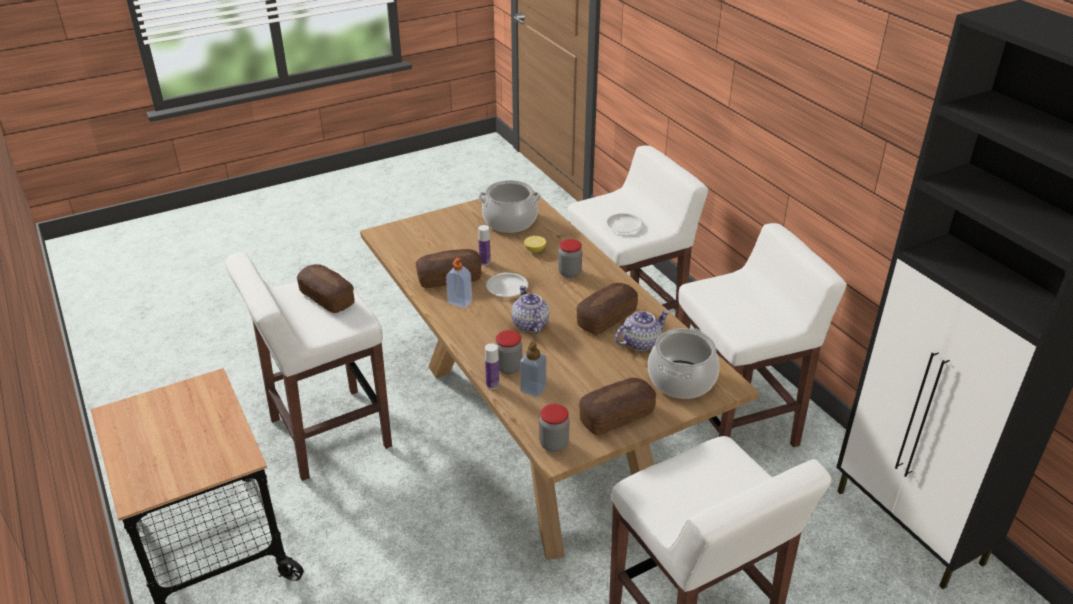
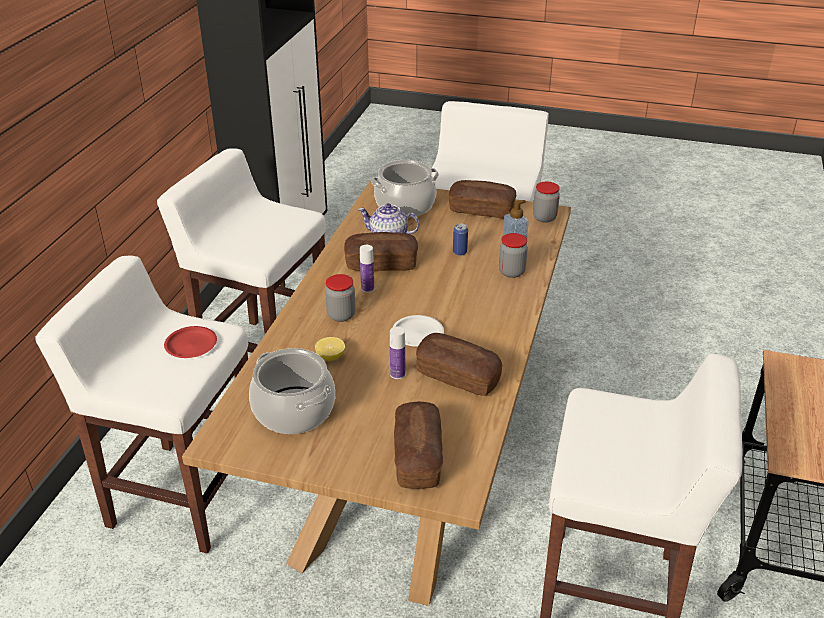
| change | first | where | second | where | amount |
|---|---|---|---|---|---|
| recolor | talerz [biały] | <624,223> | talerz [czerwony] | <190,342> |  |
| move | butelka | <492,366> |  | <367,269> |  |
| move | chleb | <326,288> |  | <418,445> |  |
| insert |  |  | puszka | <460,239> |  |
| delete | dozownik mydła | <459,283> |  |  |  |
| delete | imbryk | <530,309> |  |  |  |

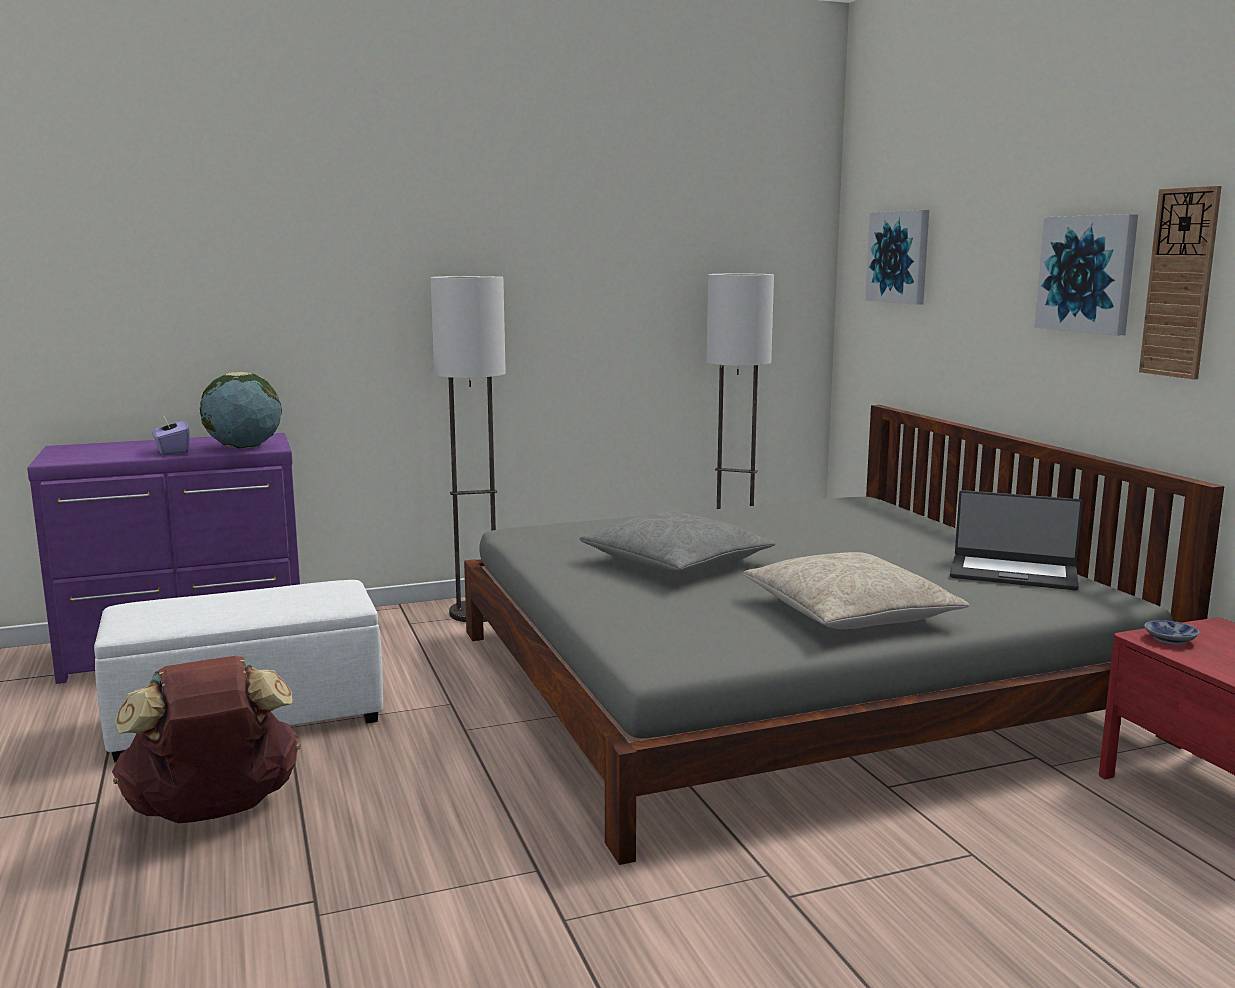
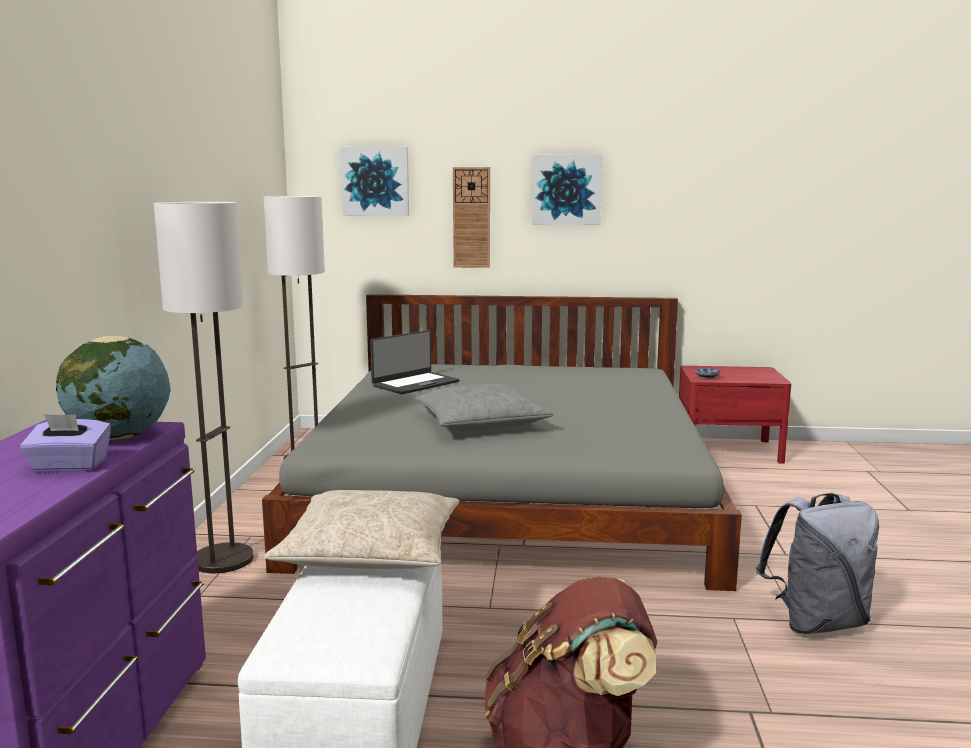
| change | first | where | second | where | amount |
|---|---|---|---|---|---|
| move | poduszka [beżowy] | <856,590> |  | <362,529> |  |
| move | laptop | <1016,540> |  | <415,362> |  |
| move | zegar ścienny | <1180,282> |  | <471,217> |  |
| insert |  |  | plecak [szary] | <817,563> |  |

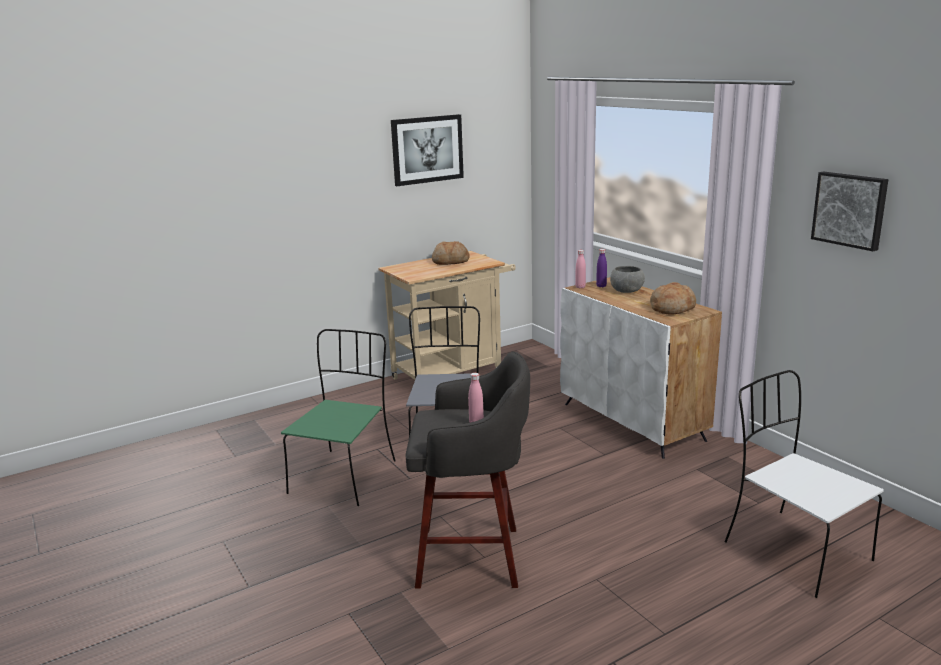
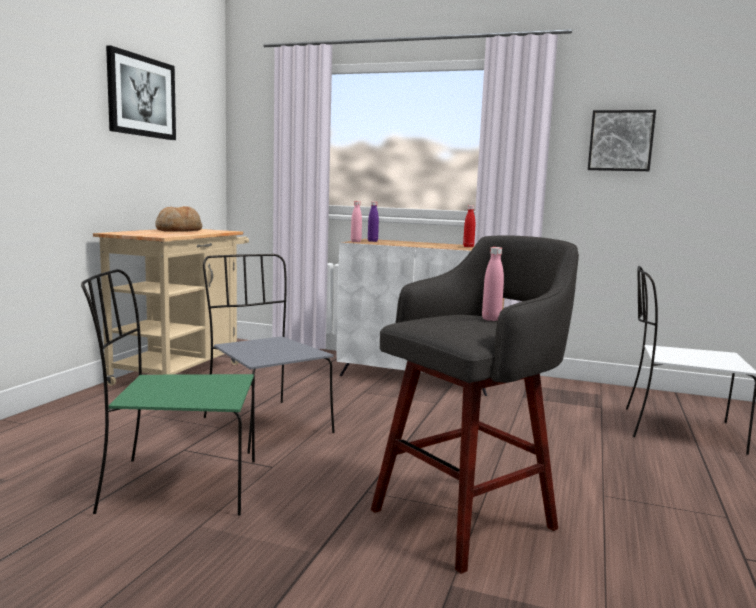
| change | first | where | second | where | amount |
|---|---|---|---|---|---|
| rotate | krzesło [zielony] | <338,417> |  | <168,392> | 75 degrees counterclockwise |
| replace | chleb | <673,298> | butelka [czerwony] | <469,226> |  |
| delete | miska [szary] | <627,279> |  |  |  |

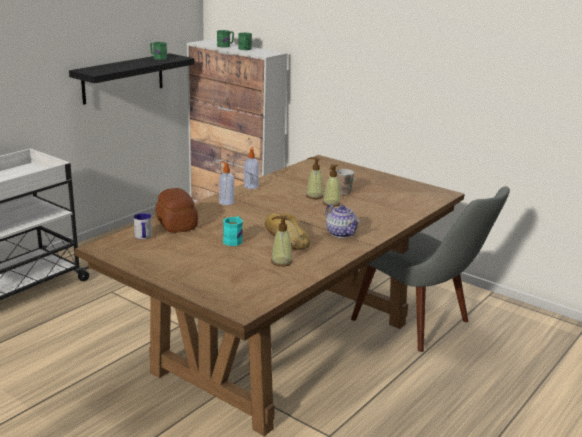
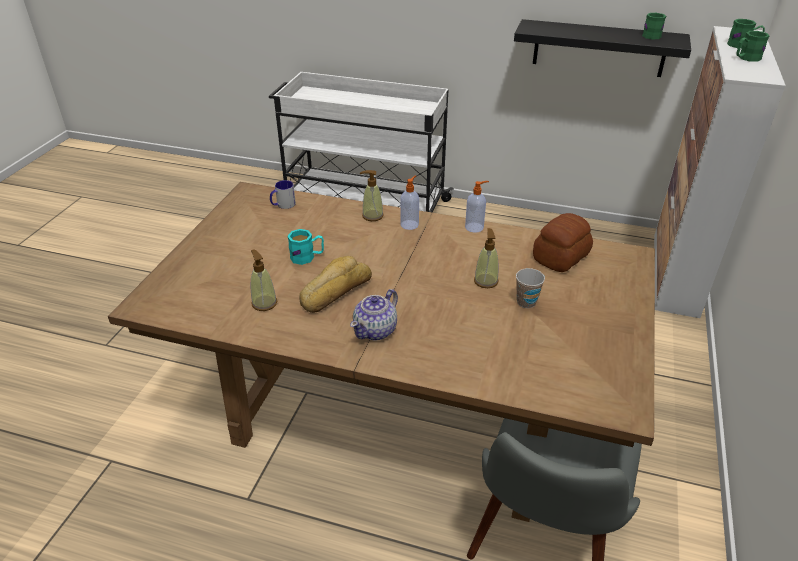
| change | first | where | second | where | amount |
|---|---|---|---|---|---|
| move | dozownik mydła | <331,185> |  | <372,195> |  |
| move | chleb | <176,210> |  | <563,242> |  |

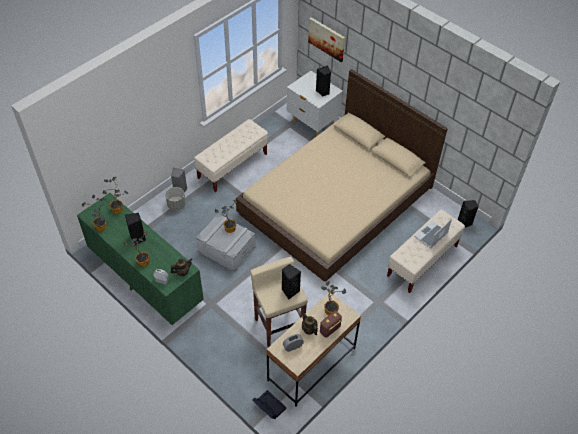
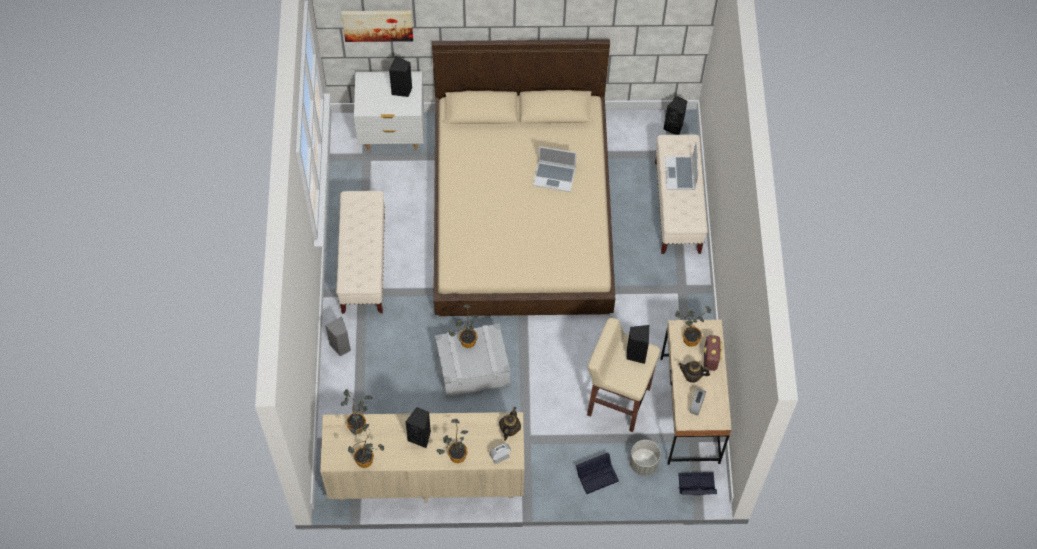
| change | first | where | second | where | amount |
|---|---|---|---|---|---|
| recolor | komoda [zielony] | <140,259> | komoda [beżowy] | <422,457> |  |
| insert |  |  | laptop | <555,169> |  |
| insert |  |  | pojemnik do przechowywania [czarny] | <597,473> |  |
| move | donica [szary] | <175,199> |  | <645,457> |  |

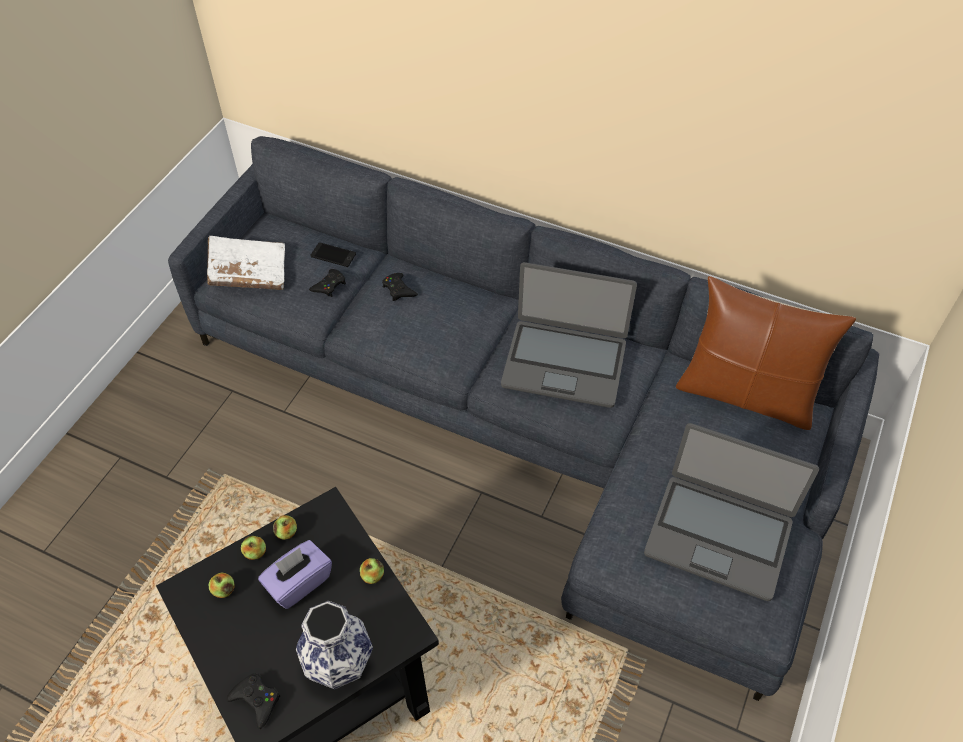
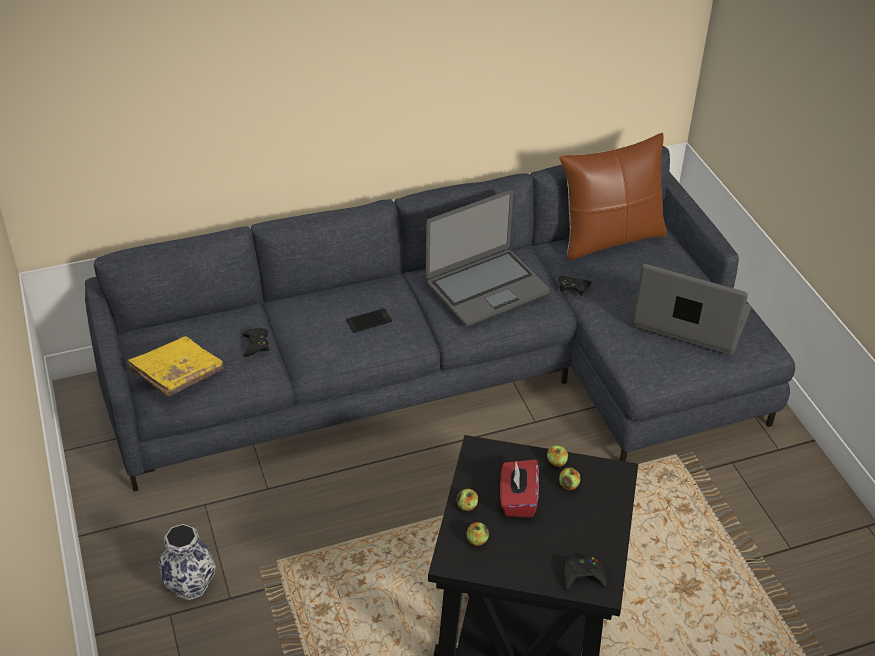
| change | first | where | second | where | amount |
|---|---|---|---|---|---|
| recolor | książka [biały] | <246,263> | książka [żółty] | <175,366> |  |
| move | wazon | <334,645> |  | <187,562> |  |
| move | telefon | <333,254> |  | <369,320> |  |
| recolor | pudełko chusteczek [fioletowy] | <295,574> | pudełko chusteczek [czerwony] | <519,488> |  |
| move | pad do gier [czarny] | <400,287> |  | <575,286> |  |
| move | jabłko | <285,527> |  | <569,479> |  |
| rotate | laptop | <731,512> |  | <692,309> | 135 degrees counterclockwise |

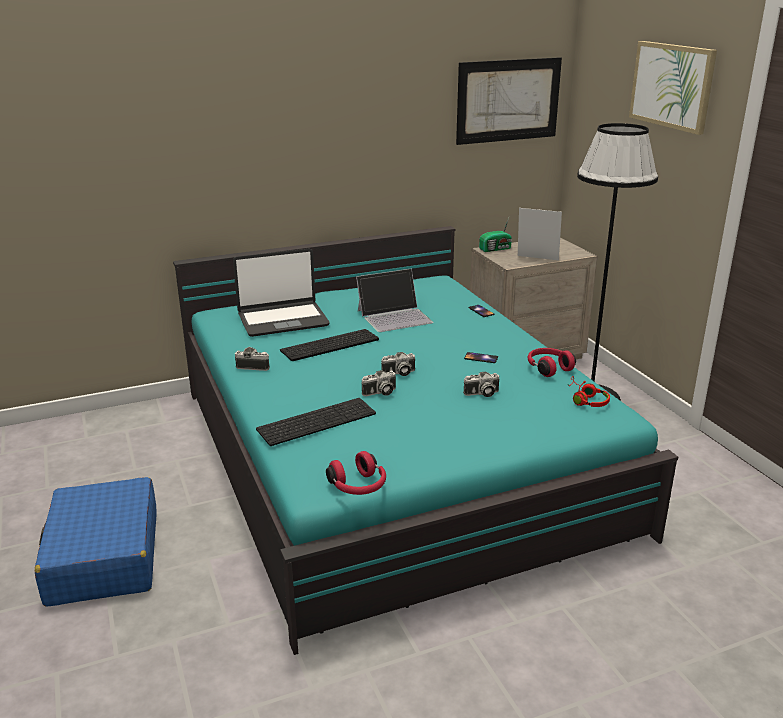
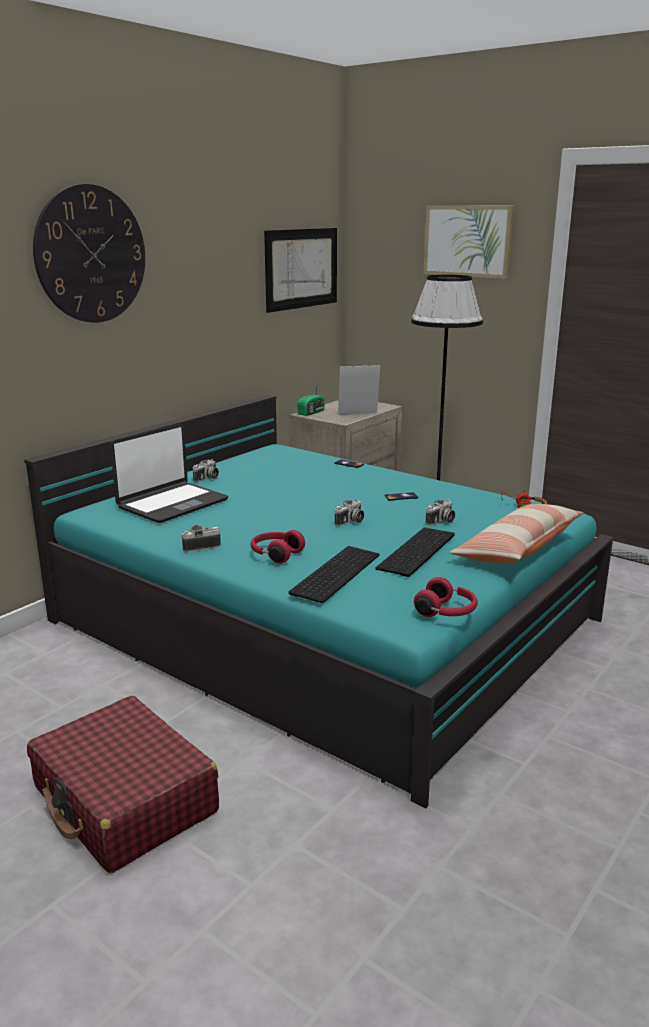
| change | first | where | second | where | amount |
|---|---|---|---|---|---|
| recolor | walizka [niebieski] | <96,542> | walizka [czerwony] | <123,784> |  |
| insert |  |  | zegar ścienny | <89,253> |  |
| move | aparat fotograficzny | <378,383> |  | <206,470> |  |
| move | słuchawki [czerwony] | <551,362> |  | <278,546> |  |
| move | klawiatura | <329,345> |  | <415,552> |  |
| insert |  |  | poduszka | <516,534> |  |
| delete | laptop | <394,300> |  |  |  |

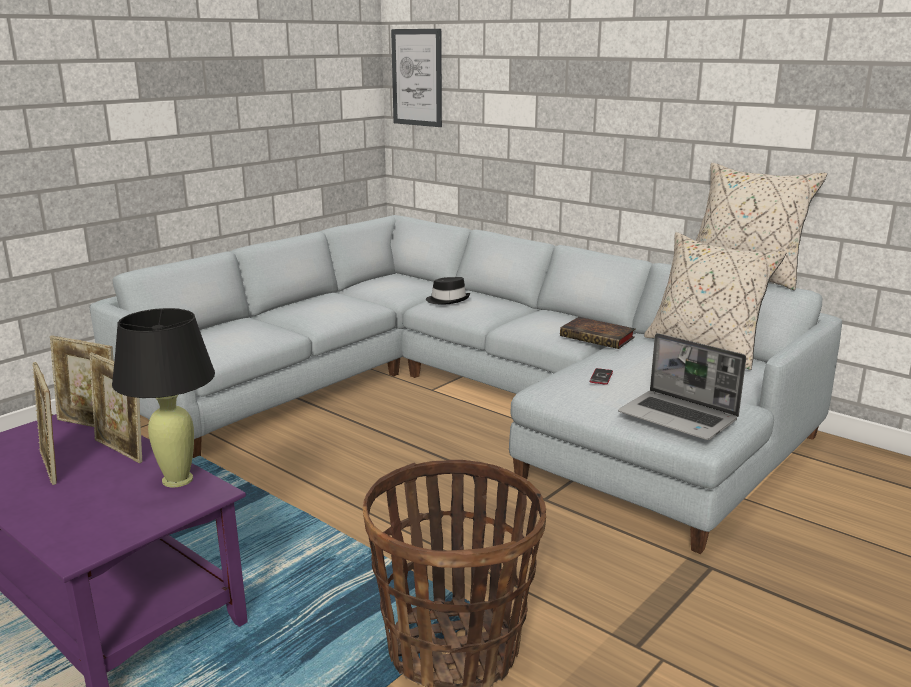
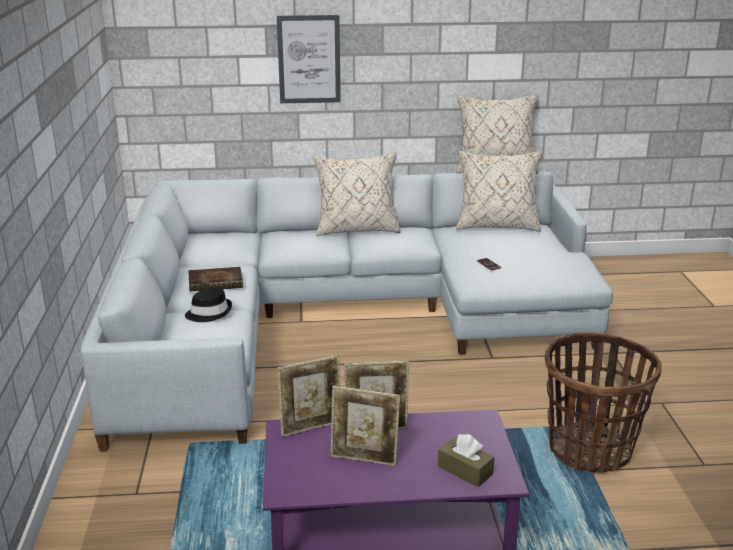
| change | first | where | second | where | amount |
|---|---|---|---|---|---|
| move | kapelusz [czarny] | <448,290> |  | <208,304> |  |
| move | książka | <598,333> |  | <215,279> |  |
| move | obraz | <416,78> |  | <309,59> |  |
| insert |  |  | poduszka [beżowy] | <357,194> |  |
| insert |  |  | pudełko chusteczek [brązowy] | <466,460> |  |
| delete | lampa stołowa [czarny] | <163,397> |  |  |  |
| delete | laptop | <682,386> |  |  |  |

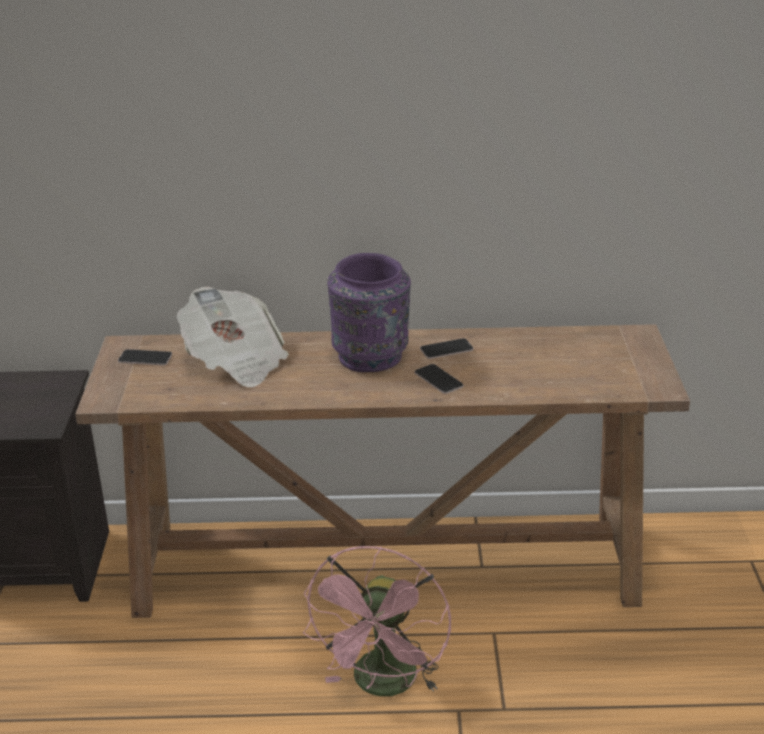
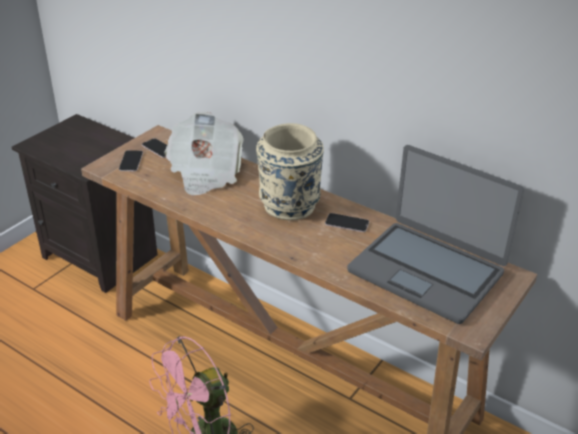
| change | first | where | second | where | amount |
|---|---|---|---|---|---|
| move | telefon | <439,379> |  | <131,160> |  |
| recolor | wazon [fioletowy] | <369,312> | wazon [beżowy] | <290,171> |  |
| insert |  |  | laptop | <435,234> |  |

